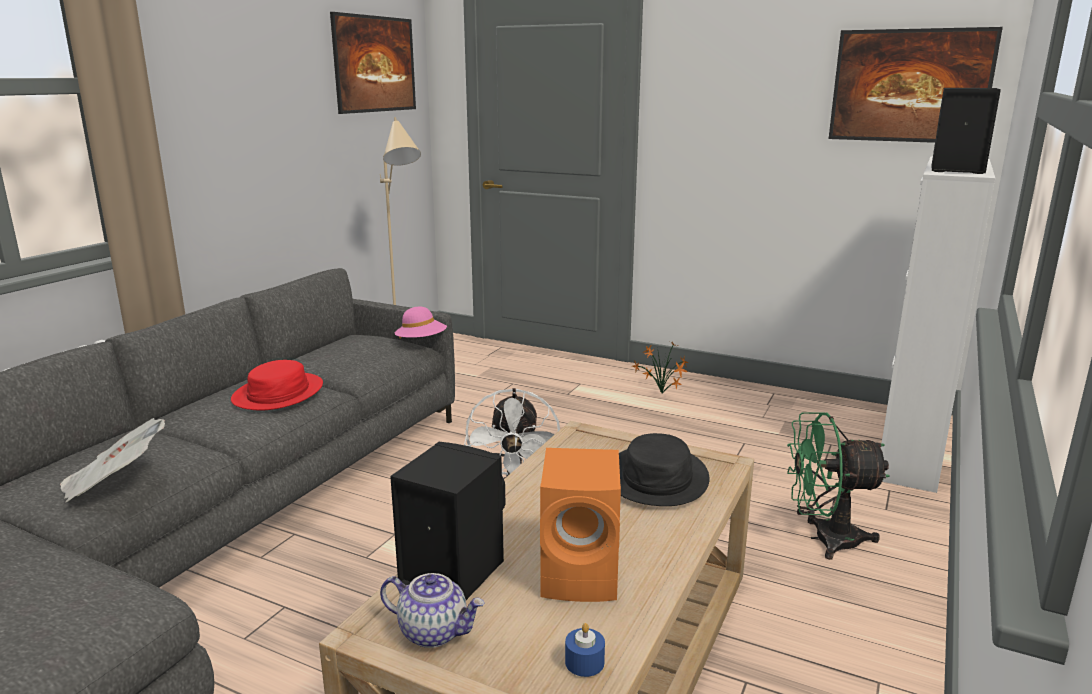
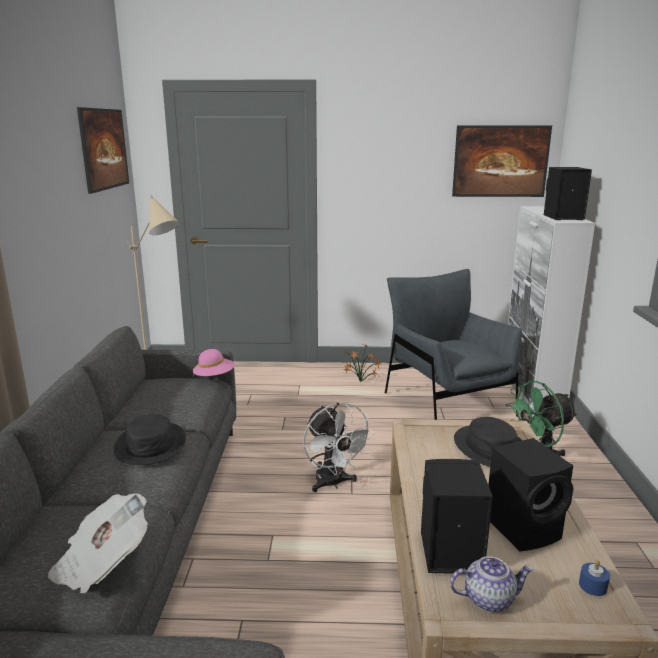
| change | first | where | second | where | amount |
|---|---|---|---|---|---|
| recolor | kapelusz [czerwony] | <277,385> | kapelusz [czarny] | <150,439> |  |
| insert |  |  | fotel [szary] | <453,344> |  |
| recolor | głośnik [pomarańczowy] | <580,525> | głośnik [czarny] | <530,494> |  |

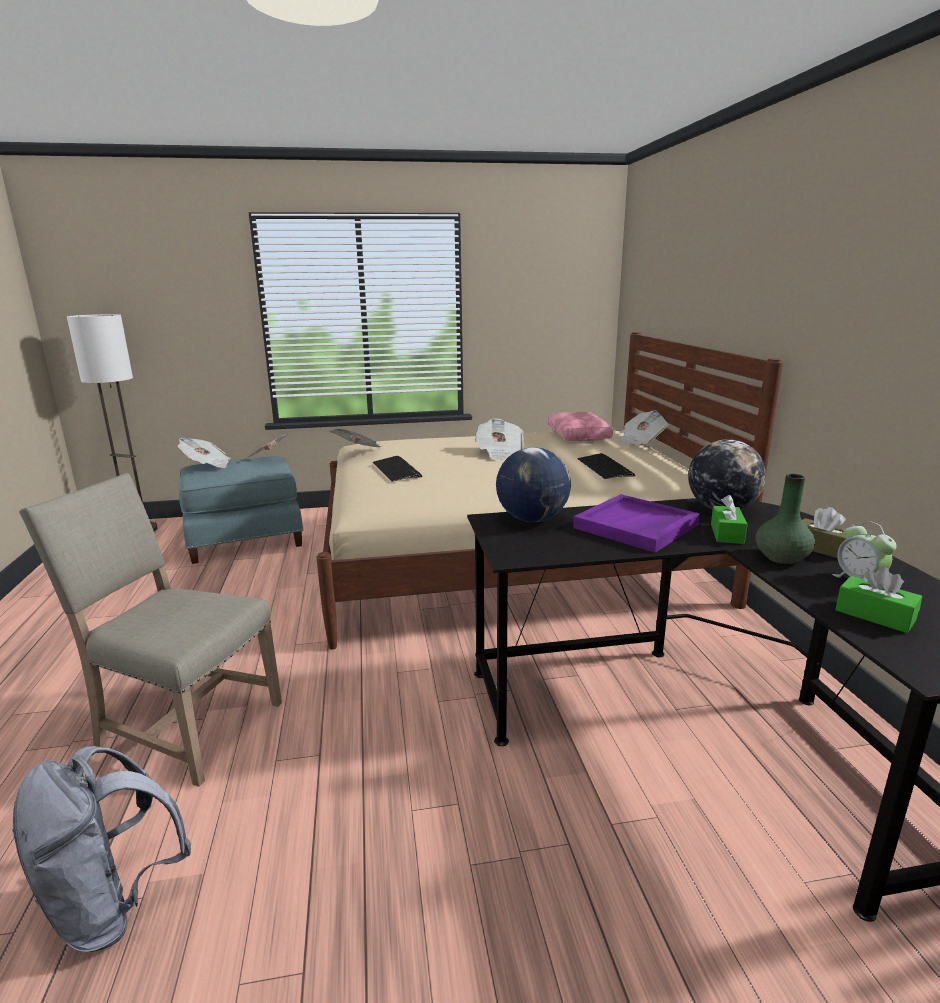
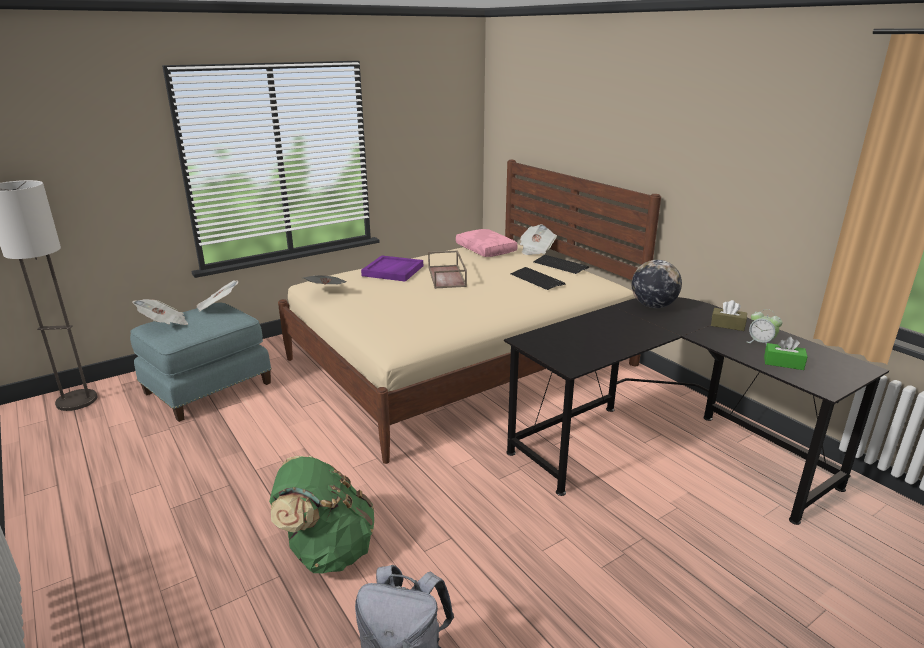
| change | first | where | second | where | amount |
|---|---|---|---|---|---|
| replace | krzesło [beżowy] | <150,630> | plecak [zielony] | <321,514> |  |
| move | taca [fioletowy] | <636,523> |  | <392,268> |  |
| replace | gazeta | <499,440> | taca [brązowy] | <447,269> |  |
| move | klawiatura | <397,469> |  | <561,264> |  |
| delete | globus | <533,484> |  |  |  |
| delete | pudełko chusteczek [zielony] | <729,519> |  |  |  |
| delete | wazon [zielony] | <785,519> |  |  |  |

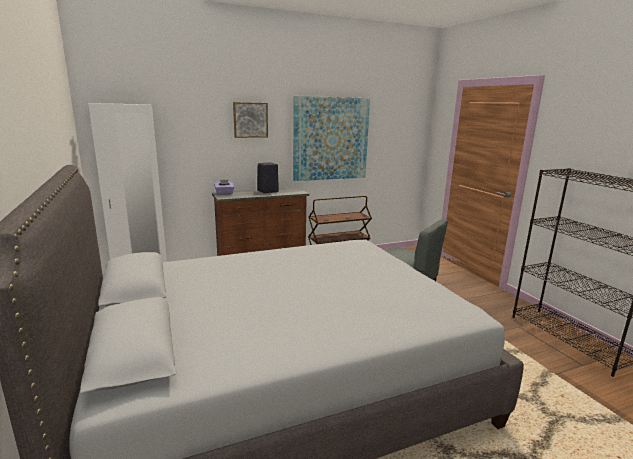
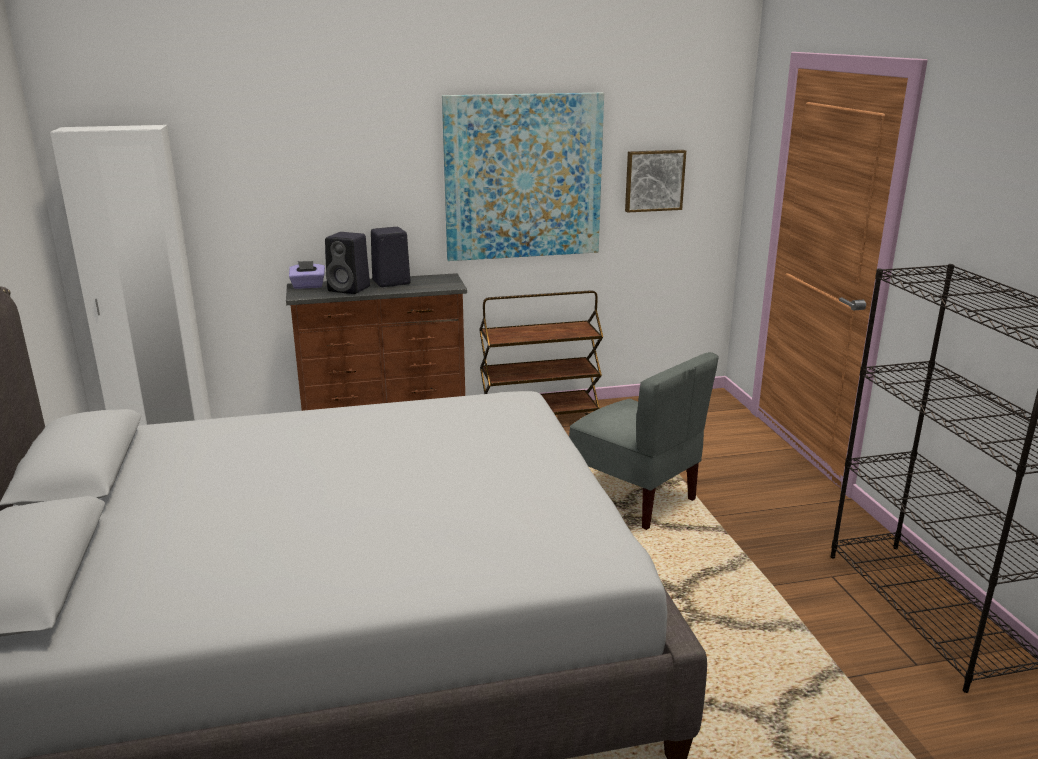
| change | first | where | second | where | amount |
|---|---|---|---|---|---|
| insert |  |  | głośnik [czarny] | <347,263> |  |
| move | obraz | <250,120> |  | <655,181> |  |

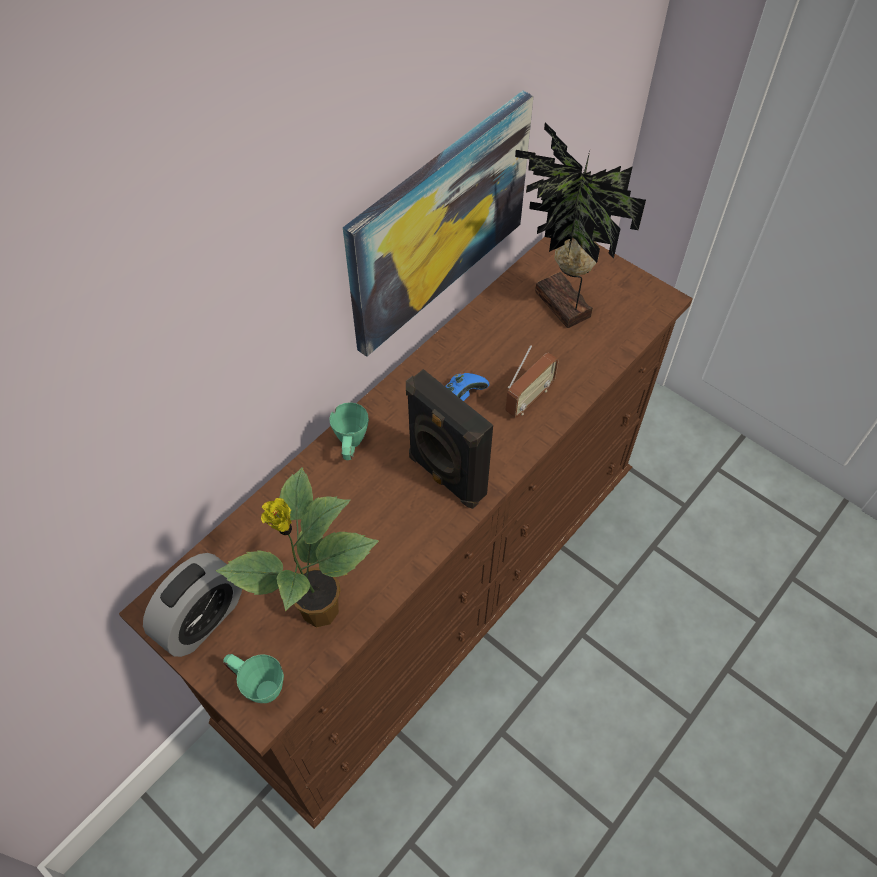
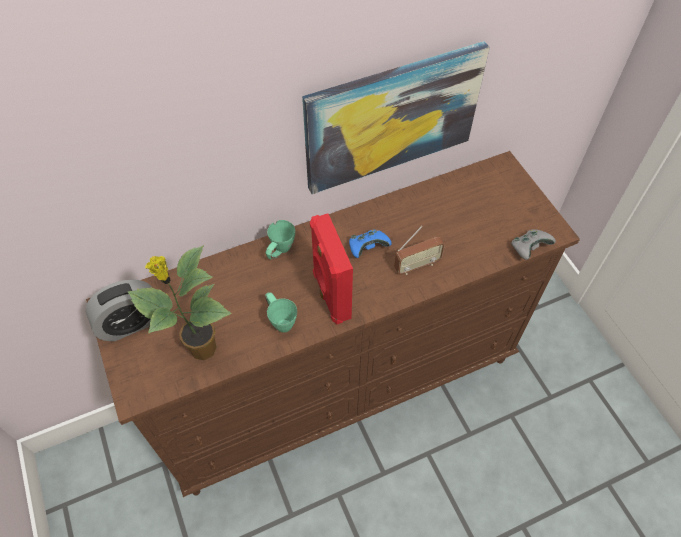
| change | first | where | second | where | amount |
|---|---|---|---|---|---|
| move | kubek [zielony] | <253,678> |  | <281,313> |  |
| recolor | głośnik [czarny] | <449,439> | głośnik [czerwony] | <331,268> |  |
| insert |  |  | pad do gier [szary] | <533,244> |  |
| delete | roślina doniczkowa | <580,225> |  |  |  |

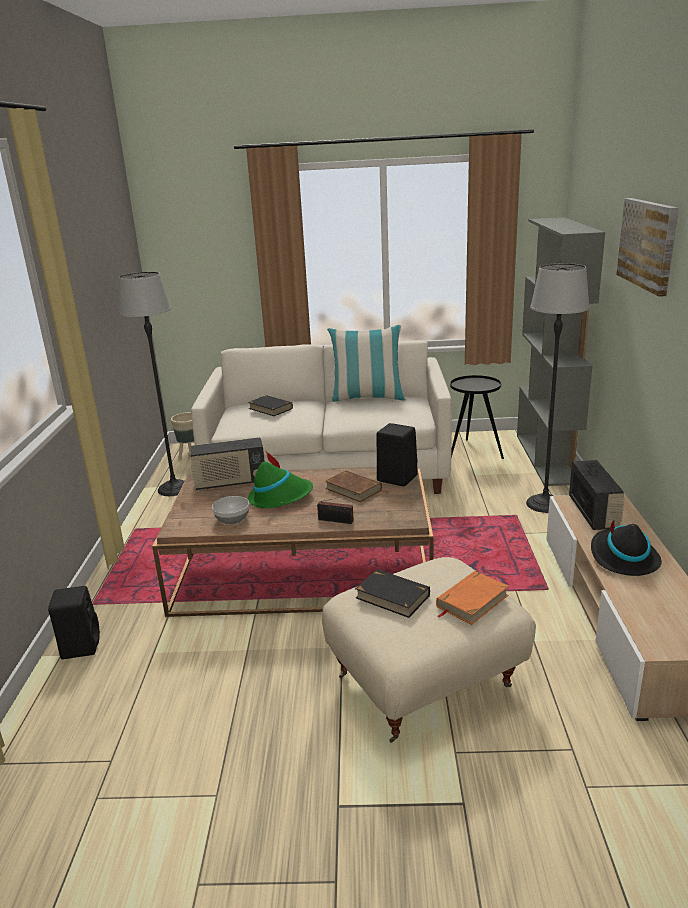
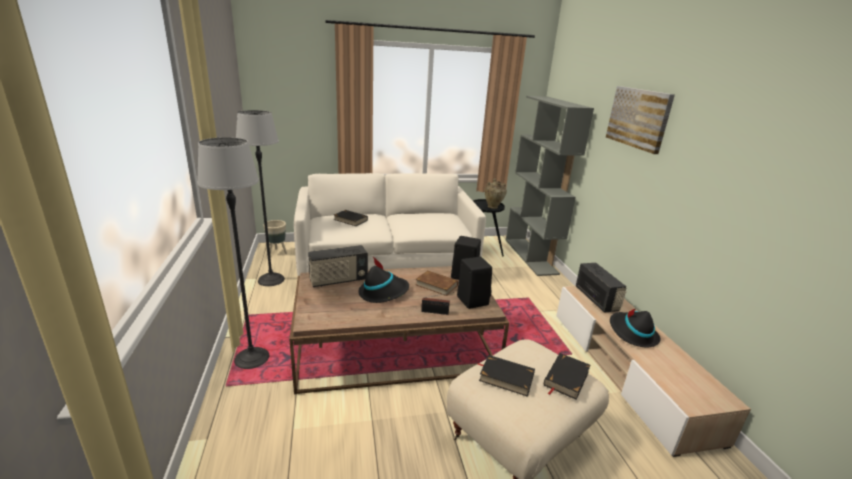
| change | first | where | second | where | amount |
|---|---|---|---|---|---|
| move | lampa stojąca | <558,388> |  | <233,253> |  |
| recolor | kapelusz [zielony] | <280,479> | kapelusz [czarny] | <383,280> |  |
| move | głośnik [czarny] | <74,622> |  | <474,283> |  |
| insert |  |  | wazon [beżowy] | <495,193> |  |
| recolor | książka [pomarańczowy] | <472,598> | książka [czarny] | <567,376> |  |
| delete | miska | <230,510> |  |  |  |
| delete | poduszka | <366,363> |  |  |  |

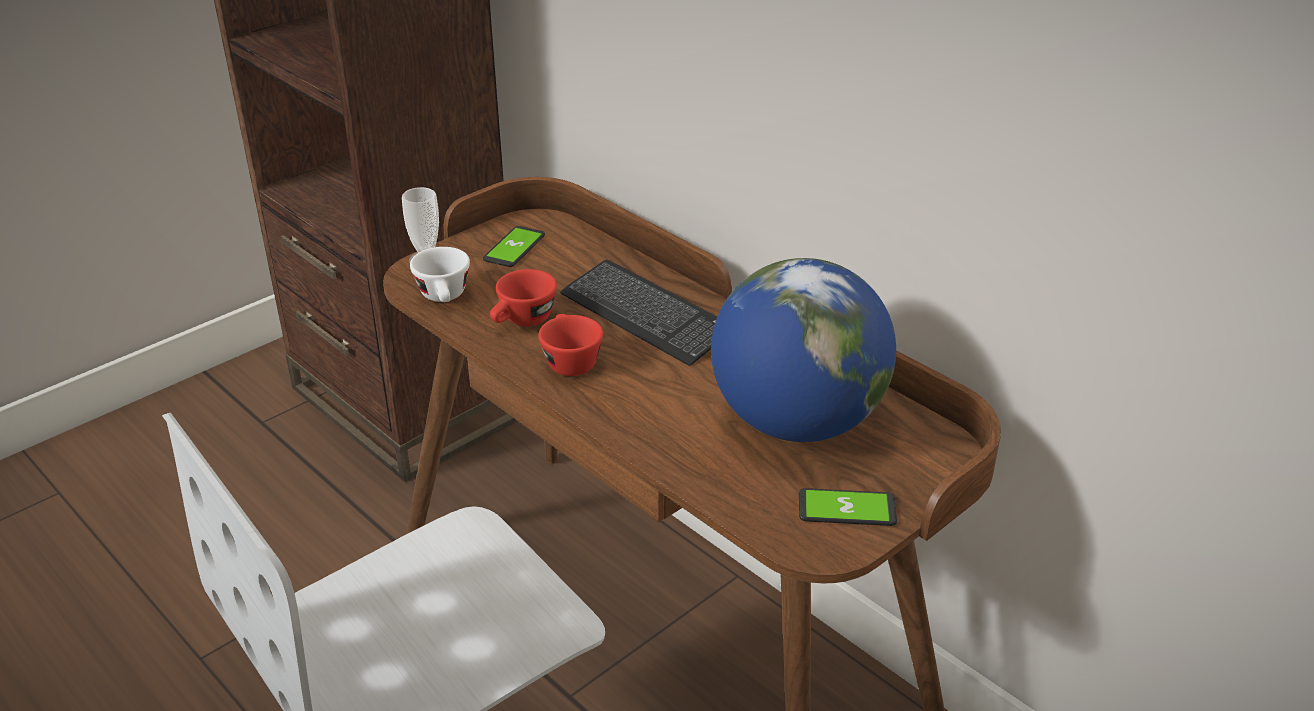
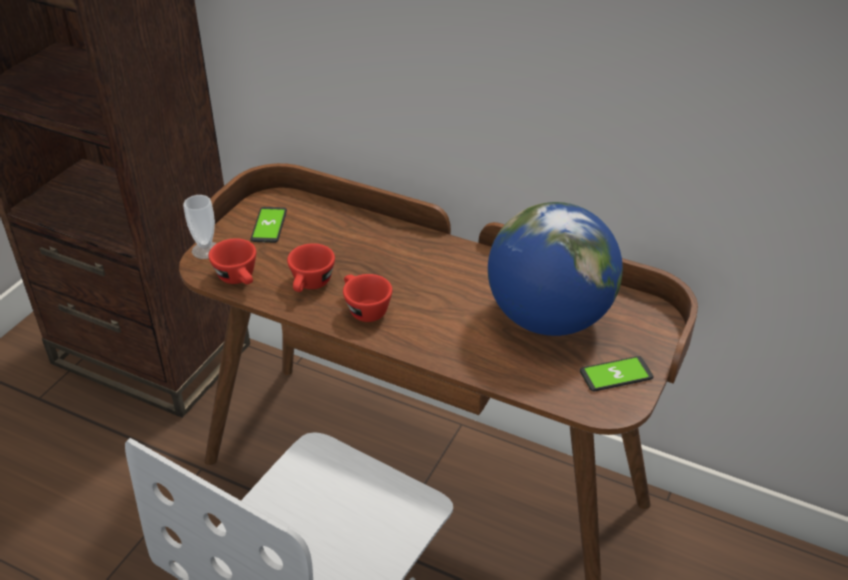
| change | first | where | second | where | amount |
|---|---|---|---|---|---|
| recolor | filiżanka [biały] | <440,274> | filiżanka [czerwony] | <232,261> |  |
| delete | klawiatura | <638,313> |  |  |  |

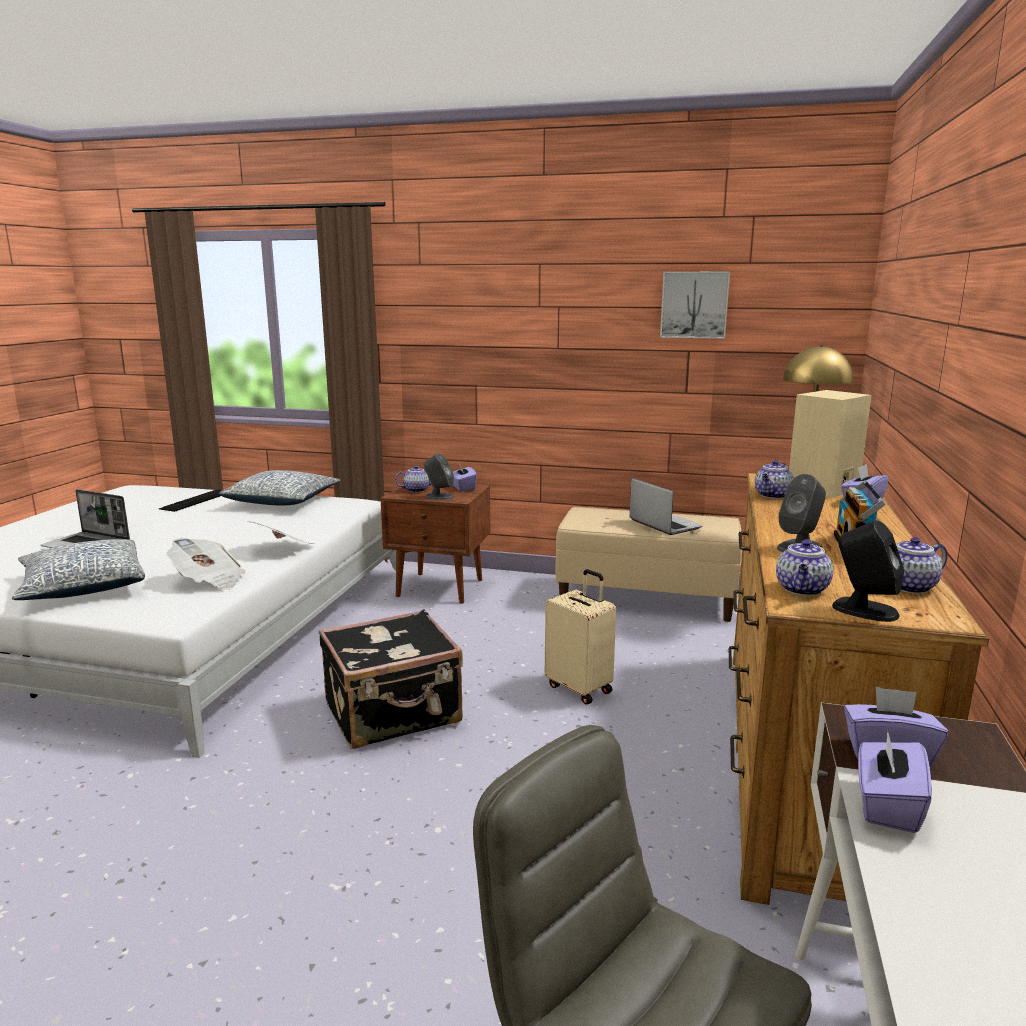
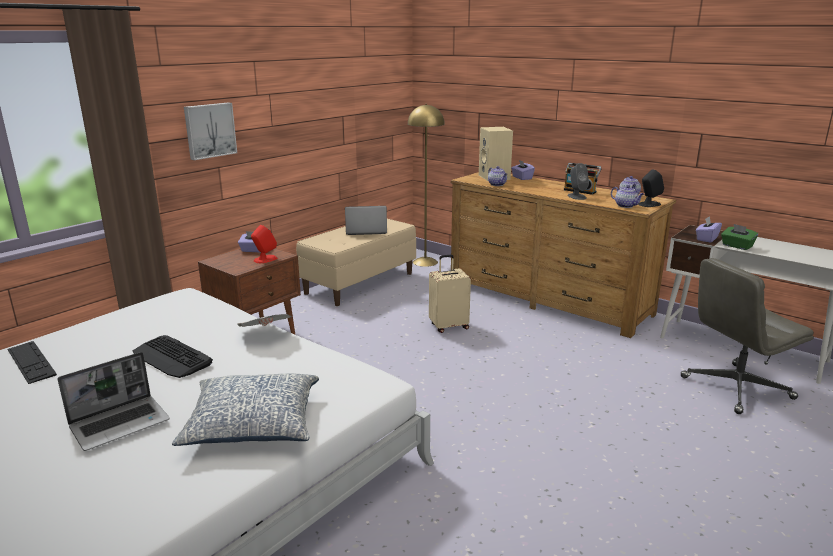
| change | first | where | second | where | amount |
|---|---|---|---|---|---|
| insert |  |  | klawiatura | <173,356> |  |
| move | obraz | <695,305> |  | <210,131> |  |
| recolor | głośnik [szary] | <439,476> | głośnik [czerwony] | <264,244> |  |
| recolor | pudełko chusteczek [fioletowy] | <895,781> | pudełko chusteczek [zielony] | <739,237> |  |
| delete | gazeta | <206,564> |  |  |  |
| delete | poduszka | <279,487> |  |  |  |
| delete | walizka [czarny] | <391,679> |  |  |  |
| delete | imbryk | <413,479> |  |  |  |

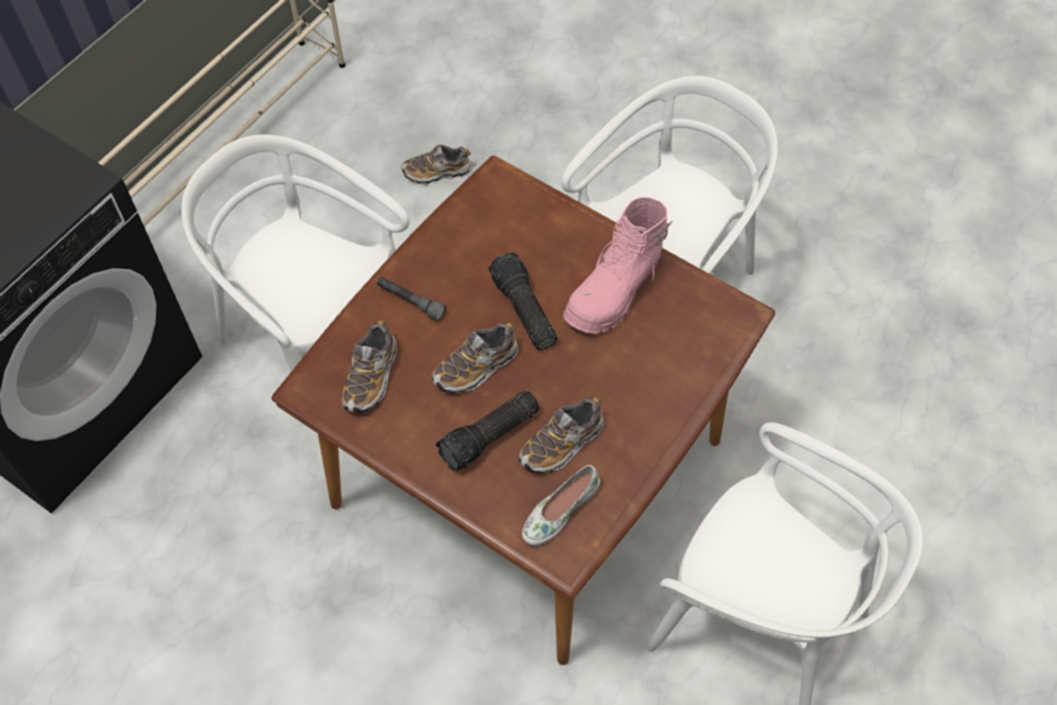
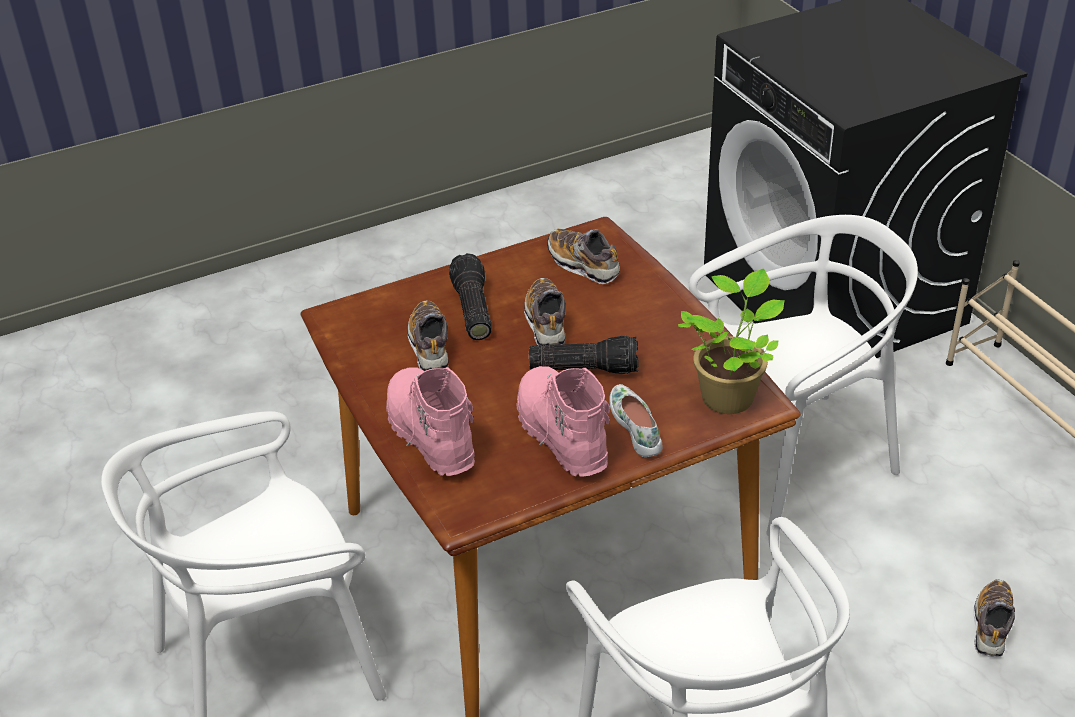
| change | first | where | second | where | amount |
|---|---|---|---|---|---|
| insert |  |  | but z cholewką [różowy] | <430,421> |  |
| move | but [biały] | <561,505> |  | <636,420> |  |
| insert |  |  | roślina doniczkowa | <731,341> |  |
| delete | latarka [szary] | <411,299> |  |  |  |

